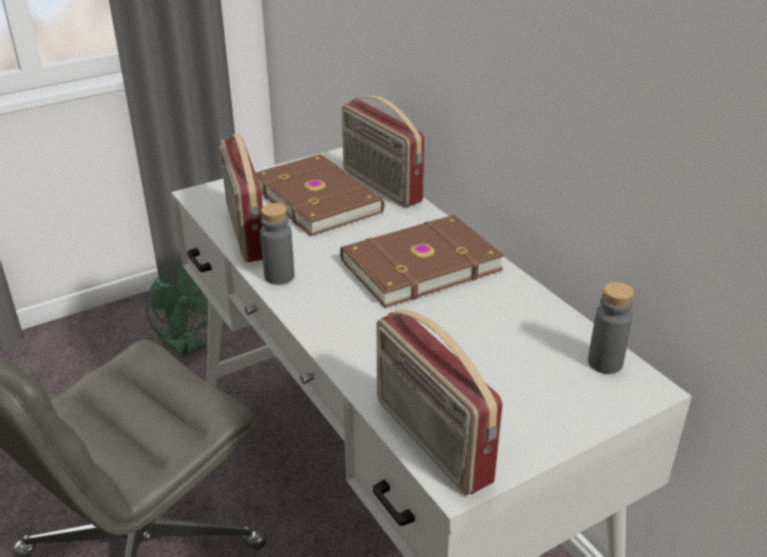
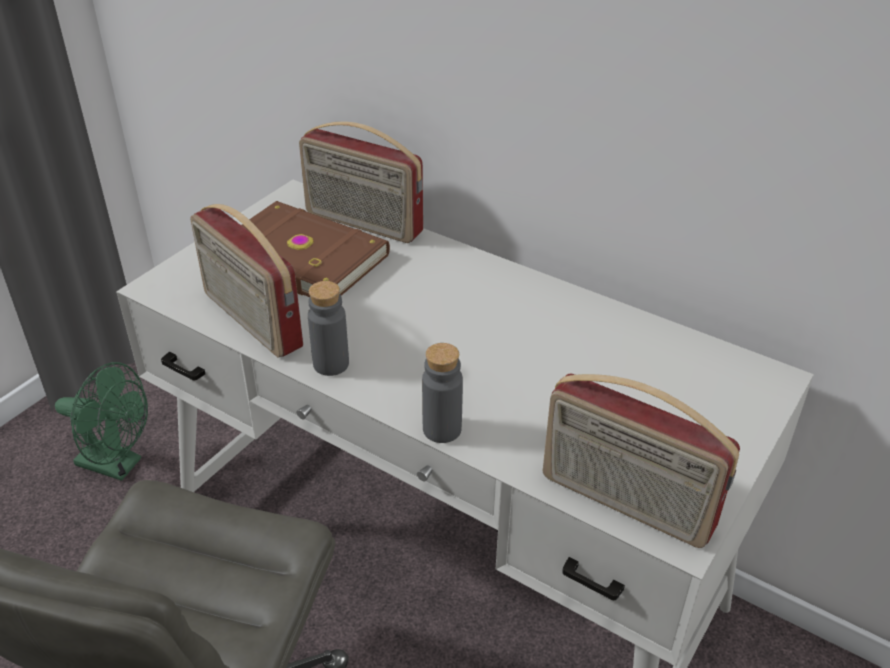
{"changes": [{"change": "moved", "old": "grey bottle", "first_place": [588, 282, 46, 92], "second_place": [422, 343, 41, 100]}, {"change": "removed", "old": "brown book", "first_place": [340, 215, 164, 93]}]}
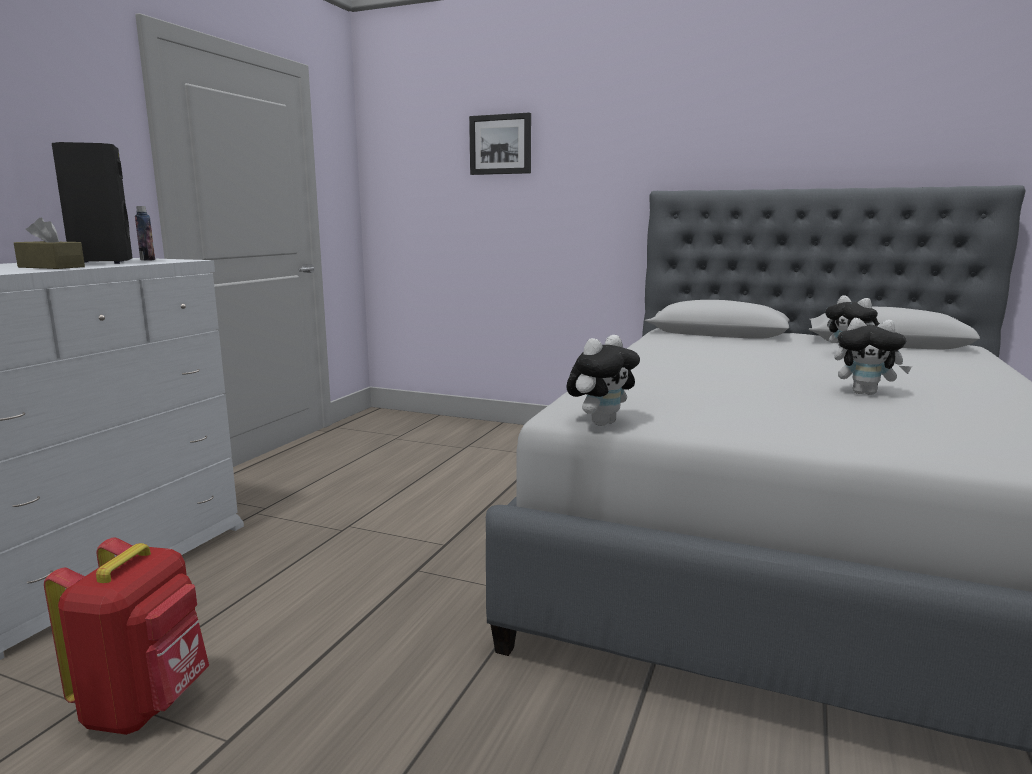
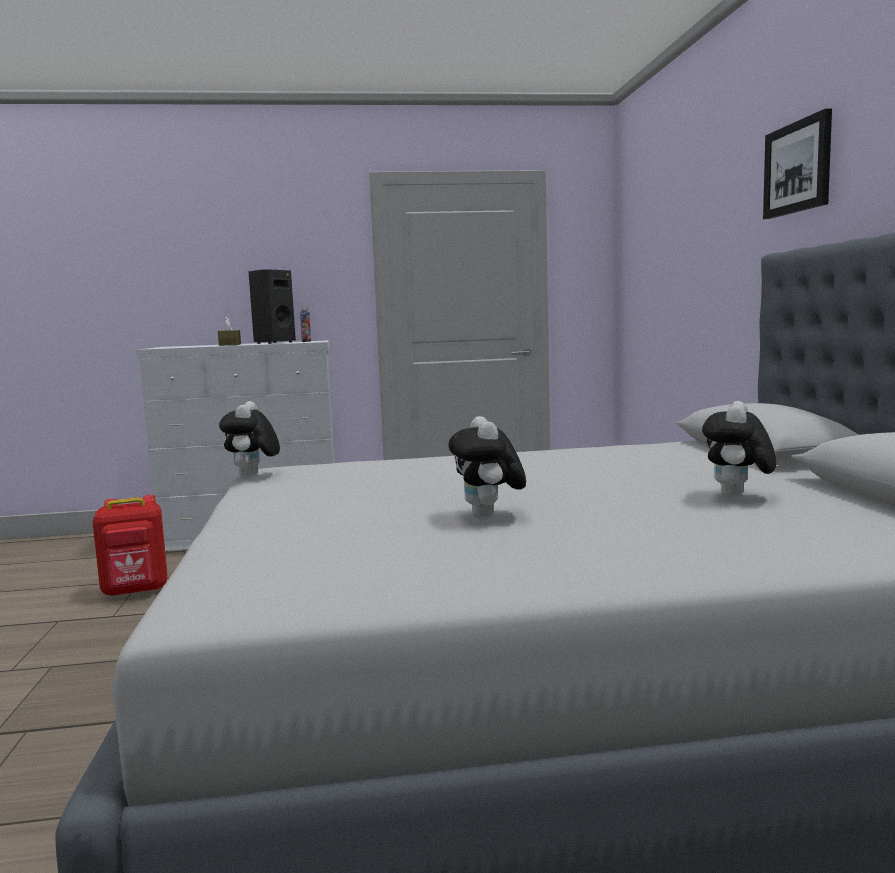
{"changes": [{"change": "turned", "old": "plush toy", "first_place": [567, 335, 73, 91], "second_place": [219, 401, 61, 77], "degrees": 75}, {"change": "moved", "old": "picture", "first_place": [469, 113, 62, 62], "second_place": [763, 109, 69, 110]}]}
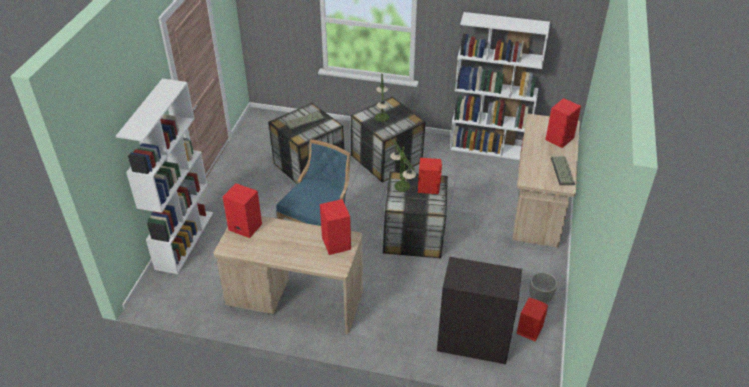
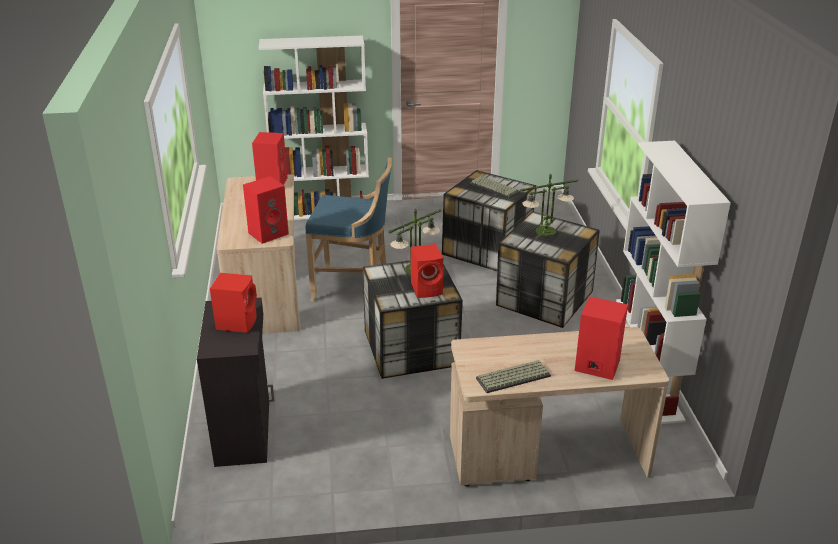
{"changes": [{"change": "moved", "old": "red speaker", "first_place": [517, 298, 31, 44], "second_place": [210, 273, 47, 60]}, {"change": "removed", "old": "grey planter", "first_place": [529, 272, 28, 31]}]}
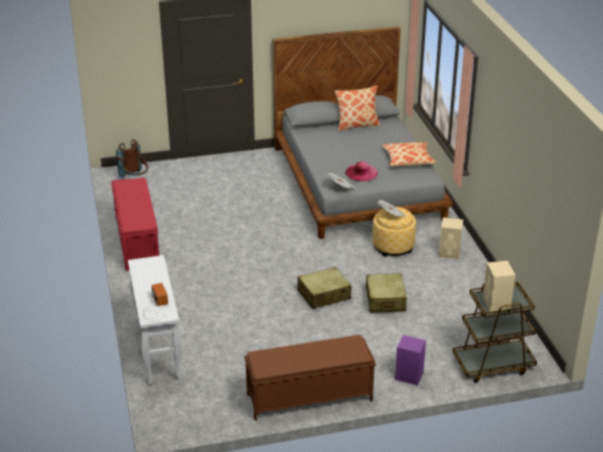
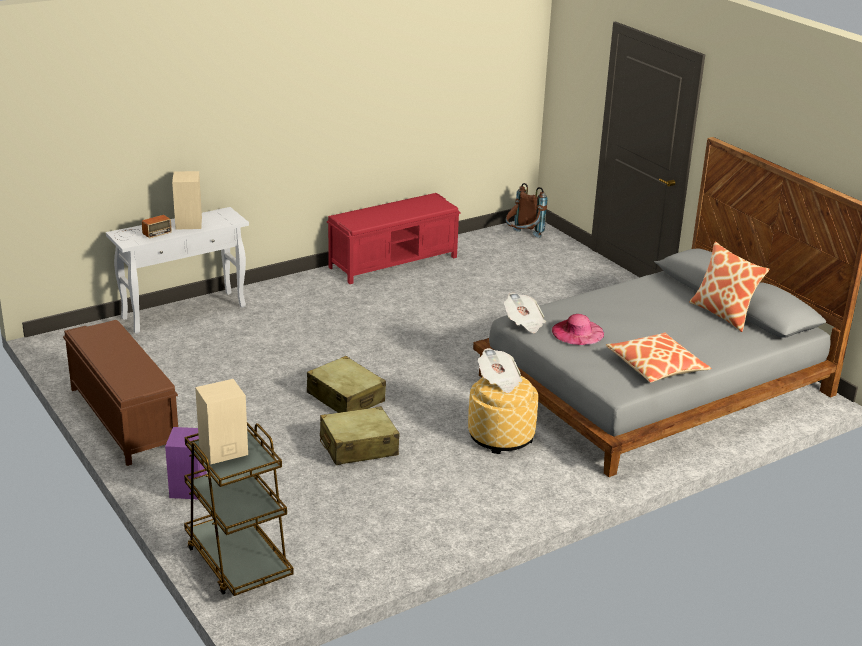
{"changes": [{"change": "moved", "old": "beige speaker", "first_place": [439, 218, 24, 41], "second_place": [172, 171, 30, 59]}]}
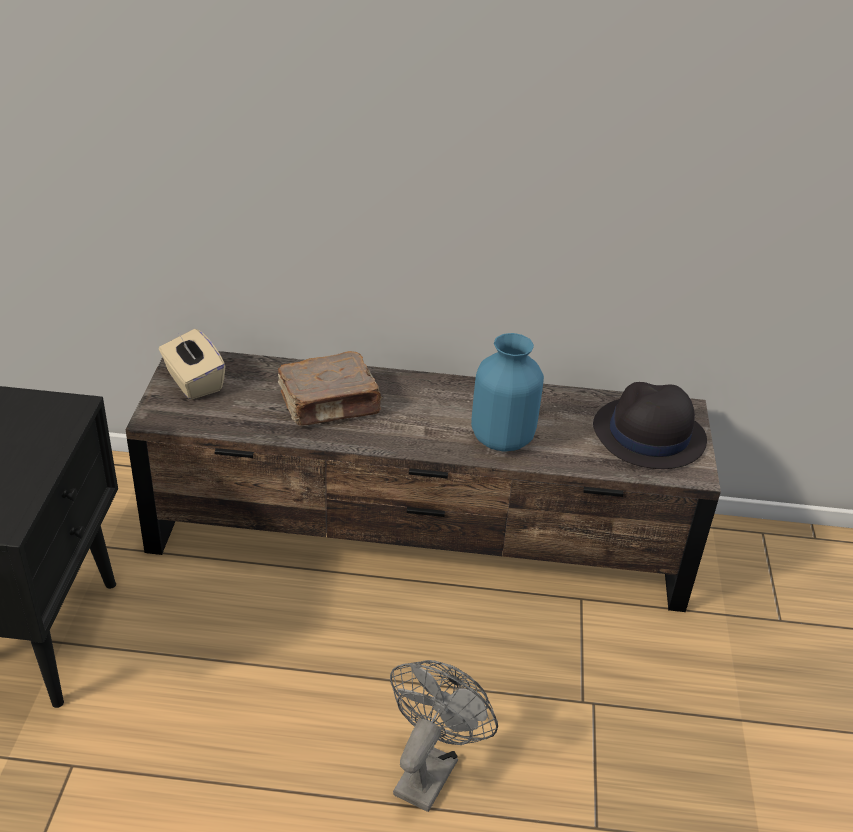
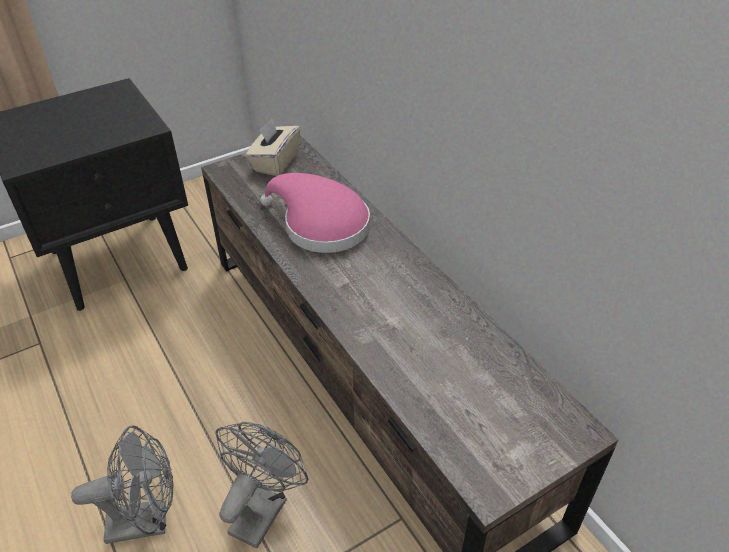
{"changes": [{"change": "added", "new": "grey fan", "second_place": [216, 422, 92, 126]}, {"change": "replaced", "old": "brown book", "new": "pink hat", "first_place": [278, 351, 105, 75], "second_place": [260, 173, 110, 80]}, {"change": "removed", "old": "blue vase", "first_place": [471, 333, 73, 119]}, {"change": "removed", "old": "black hat", "first_place": [593, 382, 114, 87]}]}
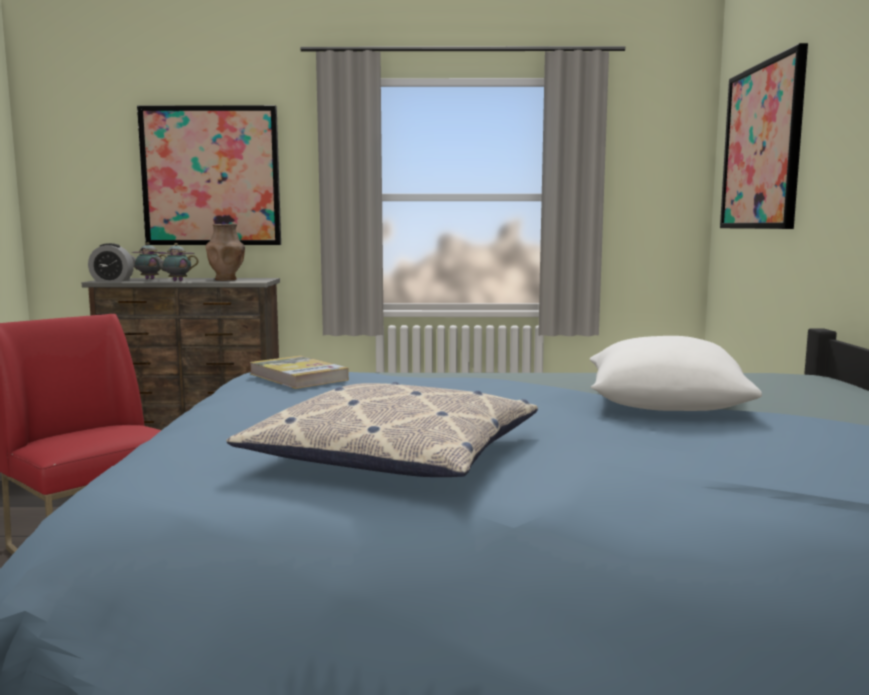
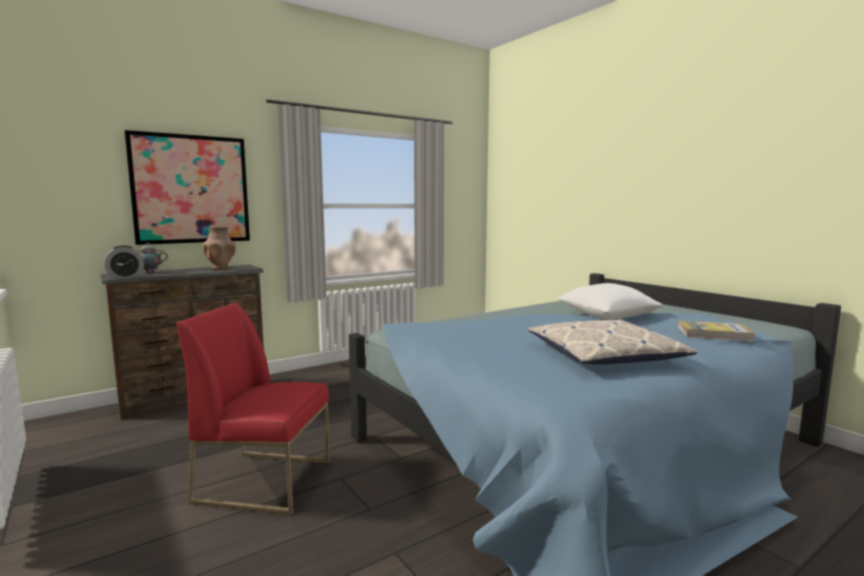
{"changes": [{"change": "moved", "old": "book", "first_place": [249, 356, 100, 33], "second_place": [678, 321, 77, 20]}, {"change": "removed", "old": "teapot", "first_place": [154, 243, 45, 38]}, {"change": "removed", "old": "picture", "first_place": [720, 43, 88, 186]}]}
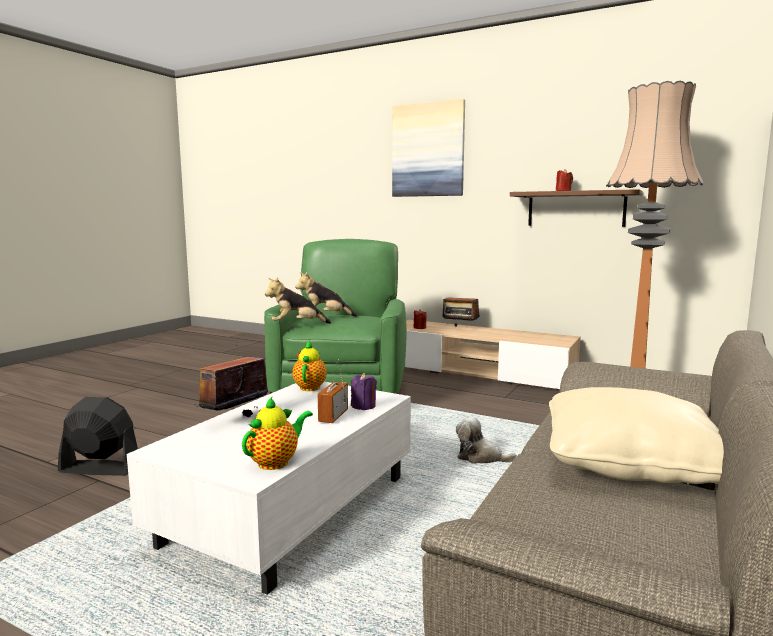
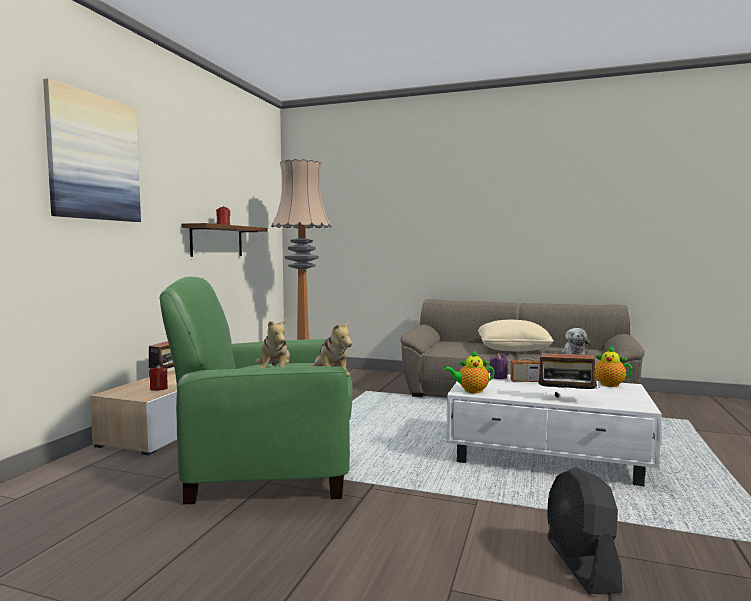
{"changes": [{"change": "moved", "old": "plush toy", "first_place": [456, 416, 61, 48], "second_place": [562, 328, 28, 27]}]}
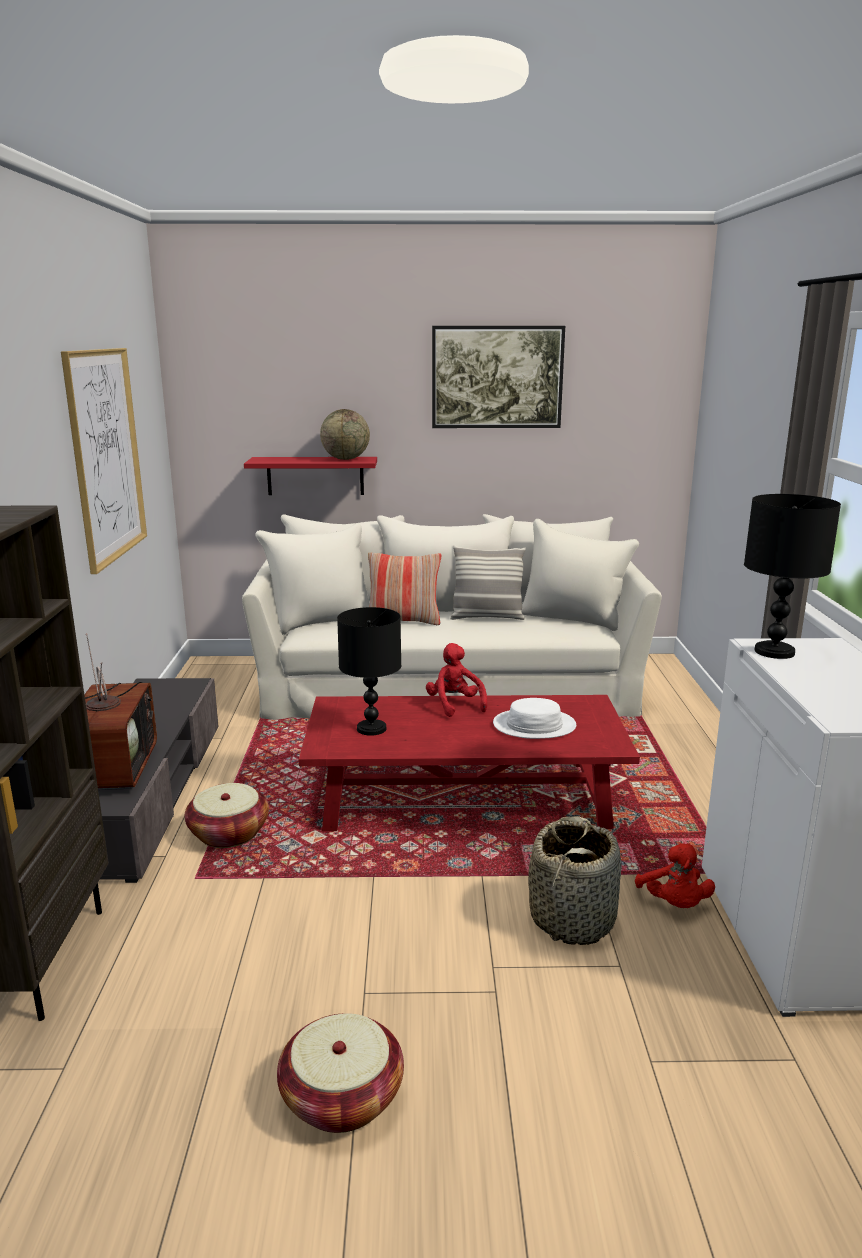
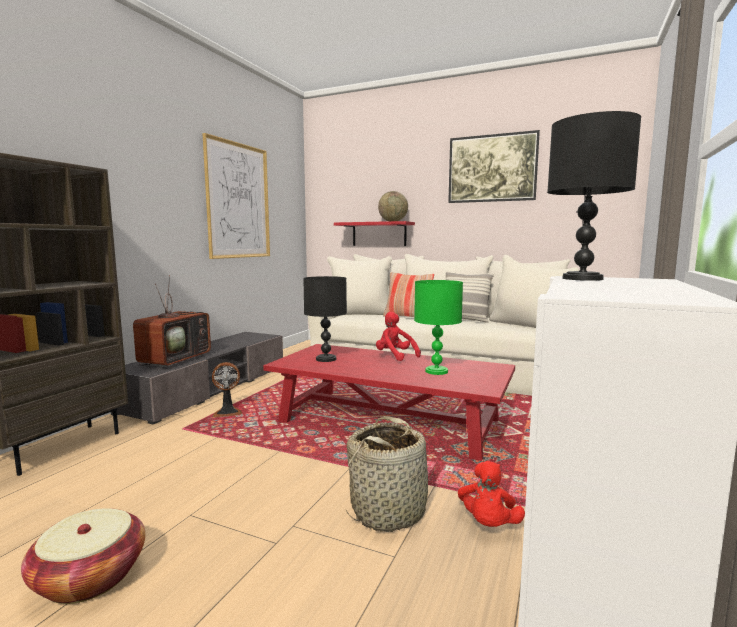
{"changes": [{"change": "replaced", "old": "basket", "new": "fan", "first_place": [185, 783, 84, 65], "second_place": [212, 362, 30, 55]}, {"change": "turned", "old": "red plush toy", "first_place": [426, 643, 61, 74], "second_place": [376, 312, 45, 49], "degrees": -45}, {"change": "replaced", "old": "white hat", "new": "green table lamp", "first_place": [493, 698, 83, 41], "second_place": [414, 280, 49, 95]}]}
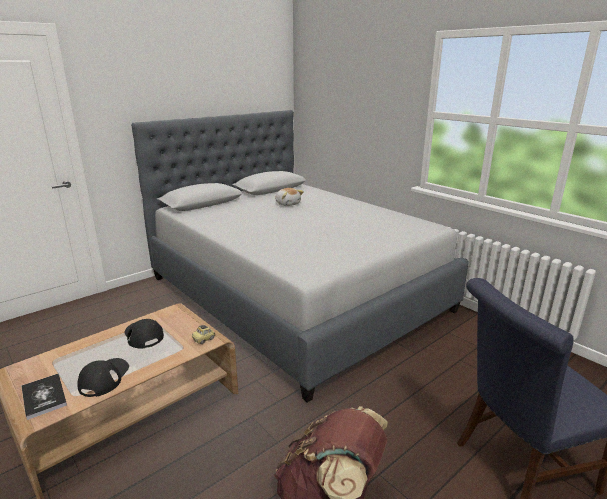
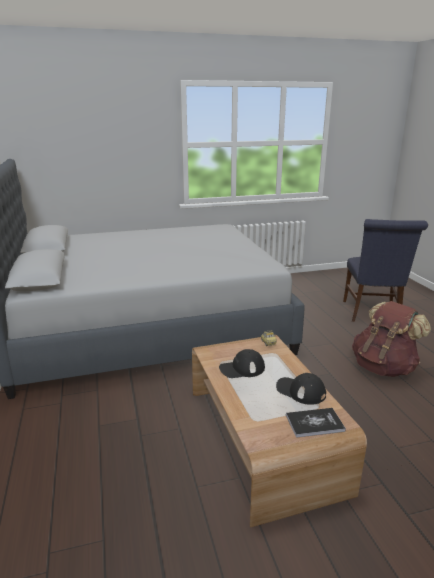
{"changes": [{"change": "removed", "old": "plush toy", "first_place": [275, 188, 29, 18]}]}
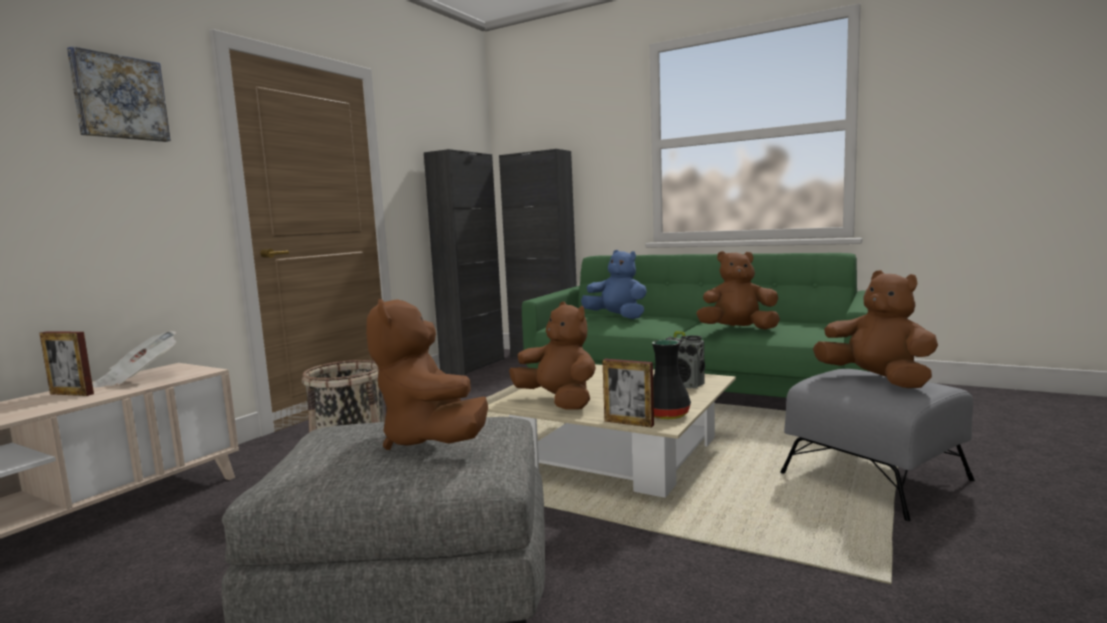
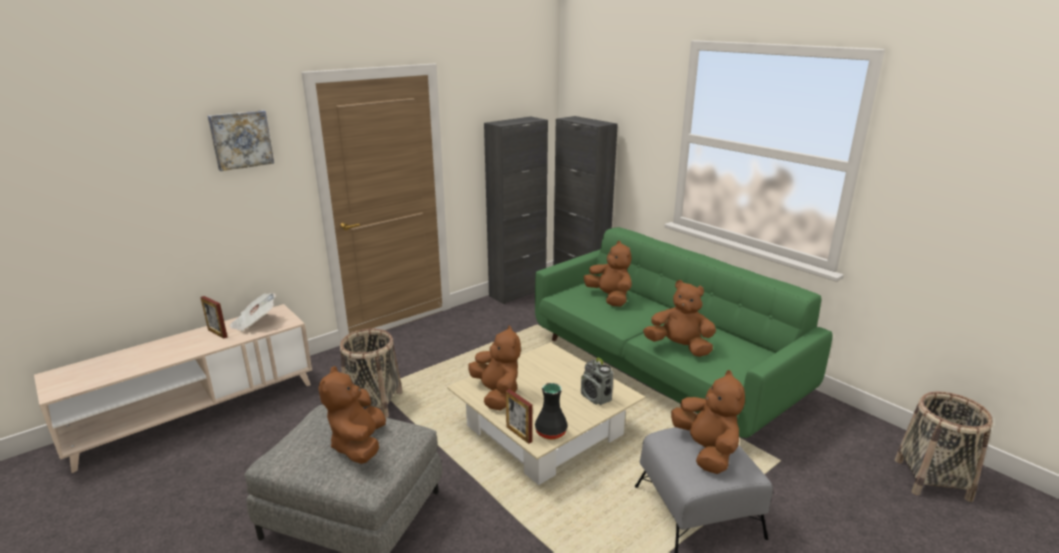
{"changes": [{"change": "recoloured", "old": "blue plush toy", "new": "brown plush toy", "first_place": [581, 250, 66, 69], "second_place": [584, 241, 48, 66]}, {"change": "added", "new": "basket", "second_place": [895, 392, 98, 110]}]}
